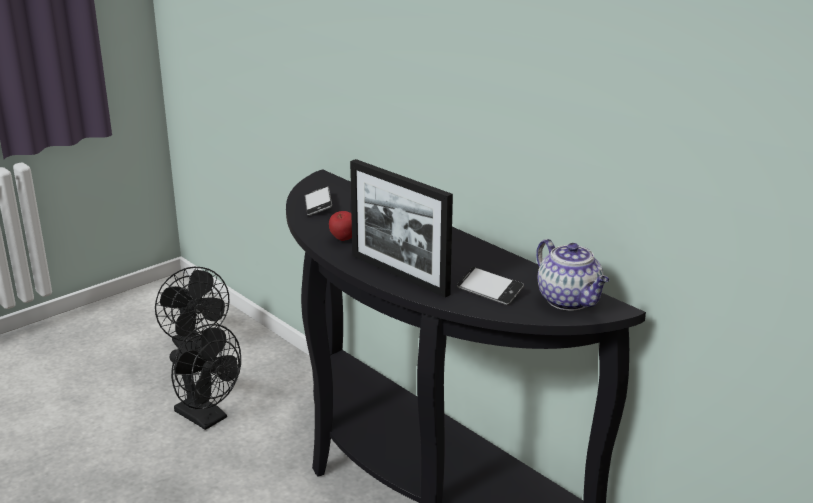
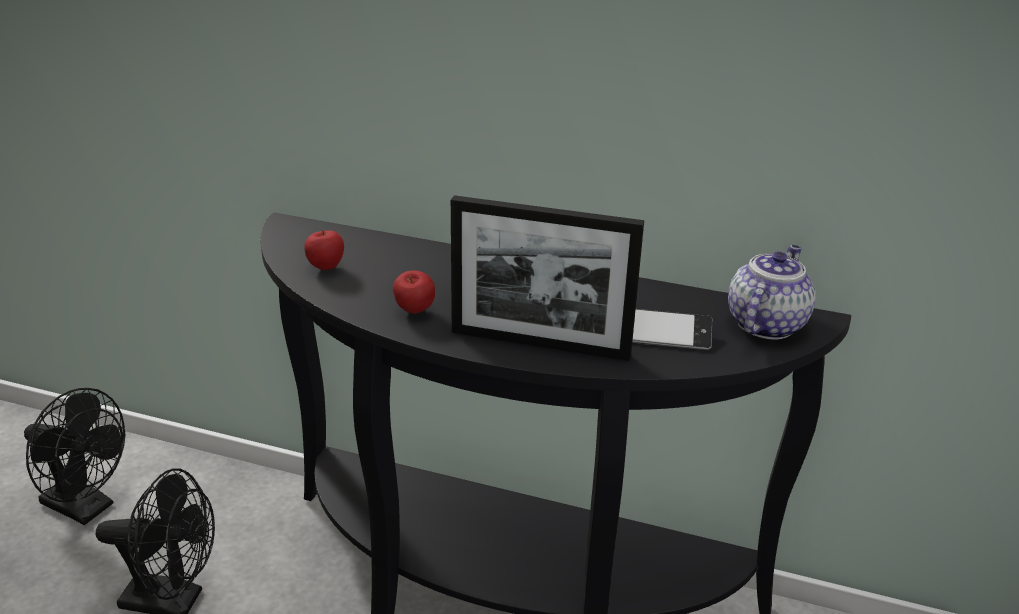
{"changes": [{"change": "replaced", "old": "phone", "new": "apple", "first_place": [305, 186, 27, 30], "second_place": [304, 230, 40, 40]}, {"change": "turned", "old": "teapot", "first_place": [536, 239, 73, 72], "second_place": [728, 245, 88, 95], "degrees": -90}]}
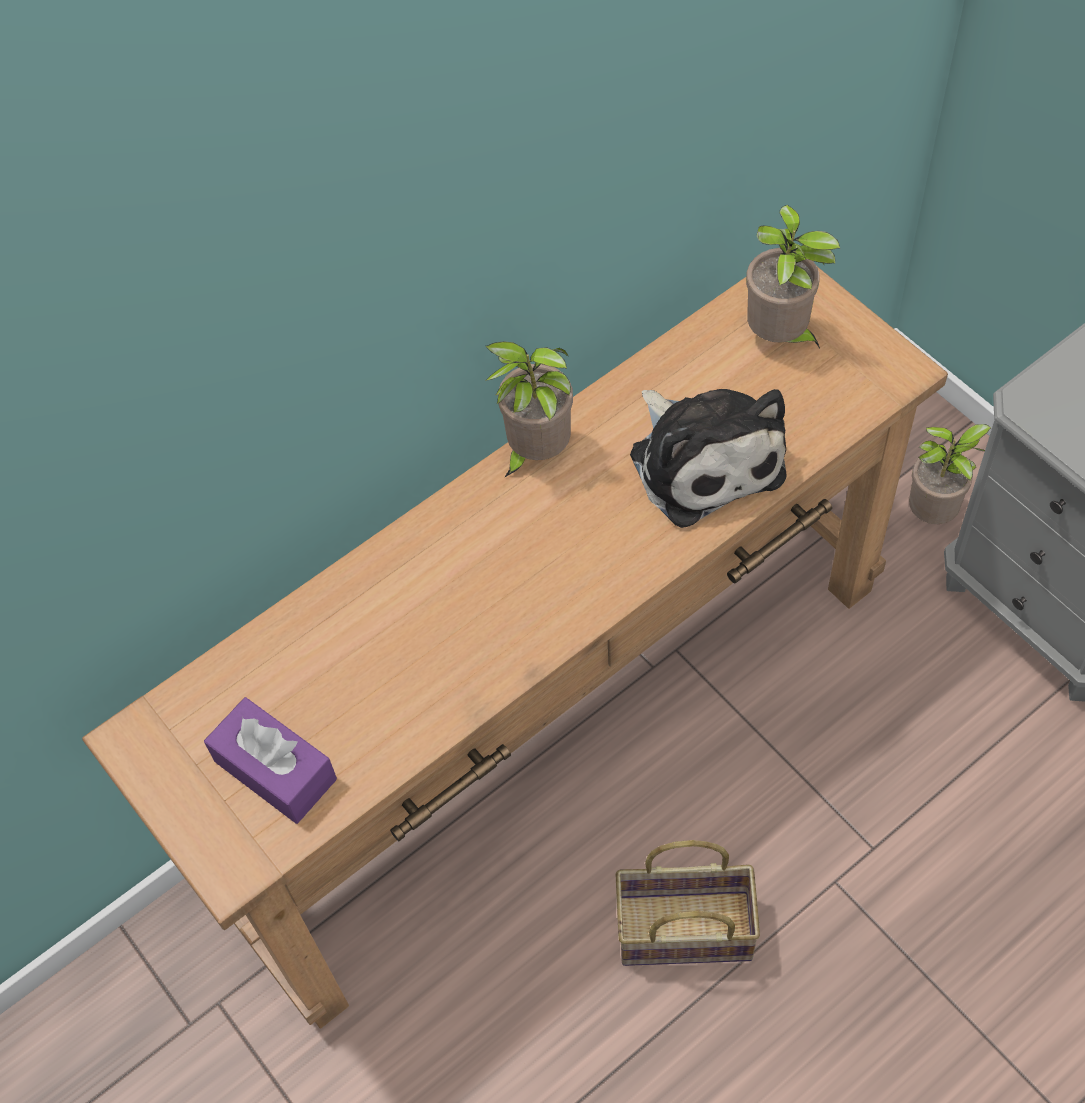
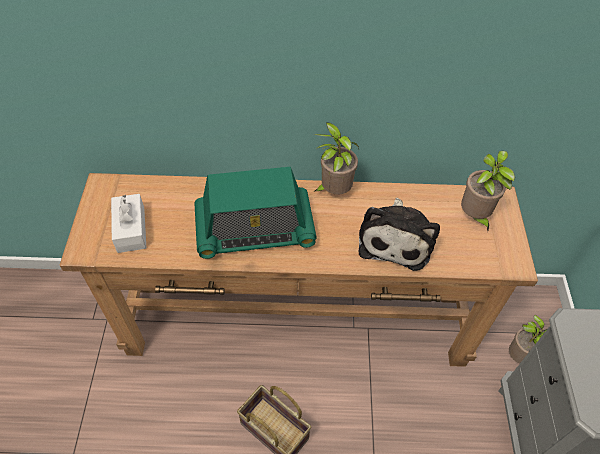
{"changes": [{"change": "recoloured", "old": "purple tissue box", "new": "white tissue box", "first_place": [204, 697, 133, 127], "second_place": [111, 194, 35, 59]}, {"change": "added", "new": "radio", "second_place": [194, 167, 123, 92]}]}
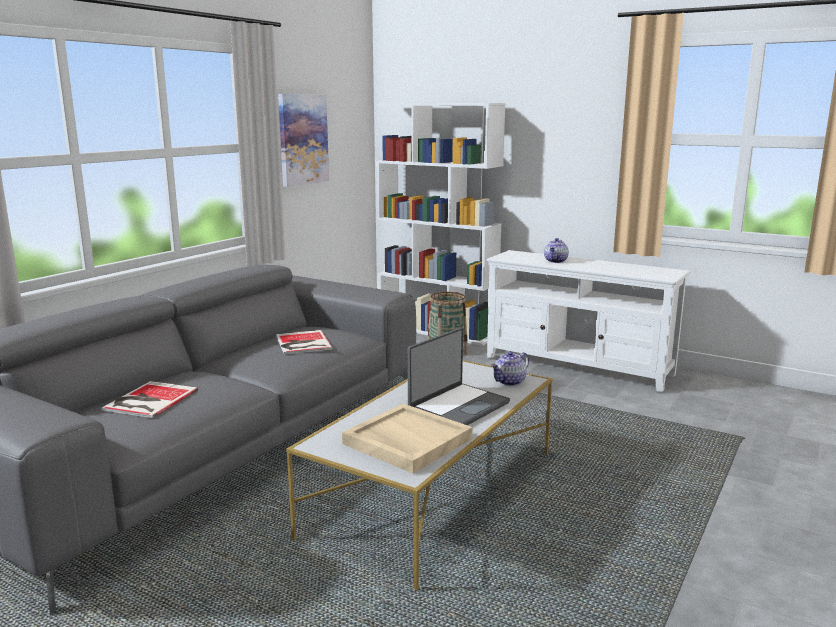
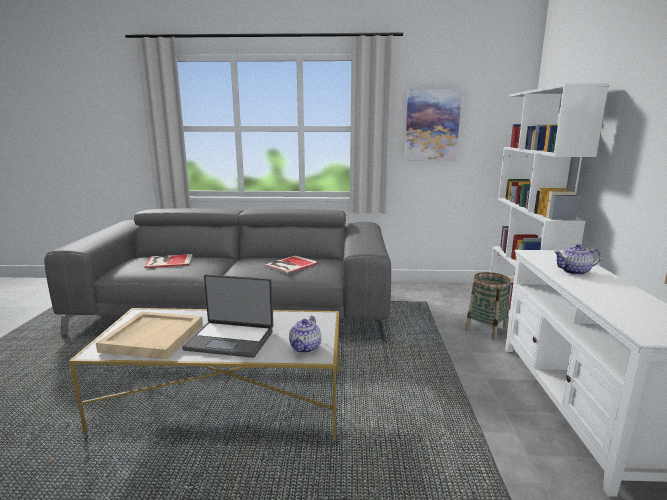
{"changes": [{"change": "turned", "old": "teapot", "first_place": [491, 351, 38, 35], "second_place": [289, 316, 32, 37], "degrees": -90}]}
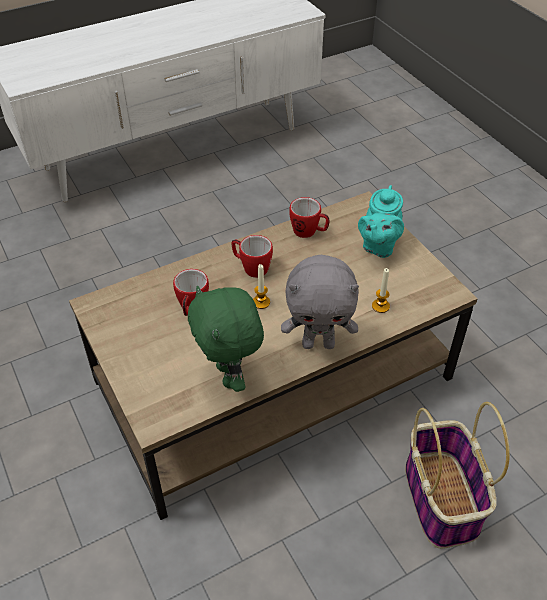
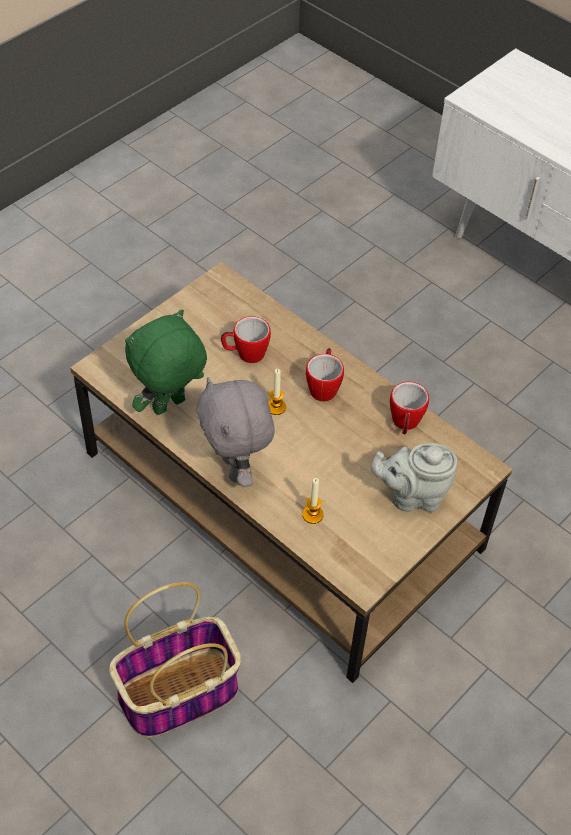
{"changes": [{"change": "recoloured", "old": "turquoise teapot", "new": "grey teapot", "first_place": [358, 185, 46, 73], "second_place": [371, 443, 86, 69]}]}
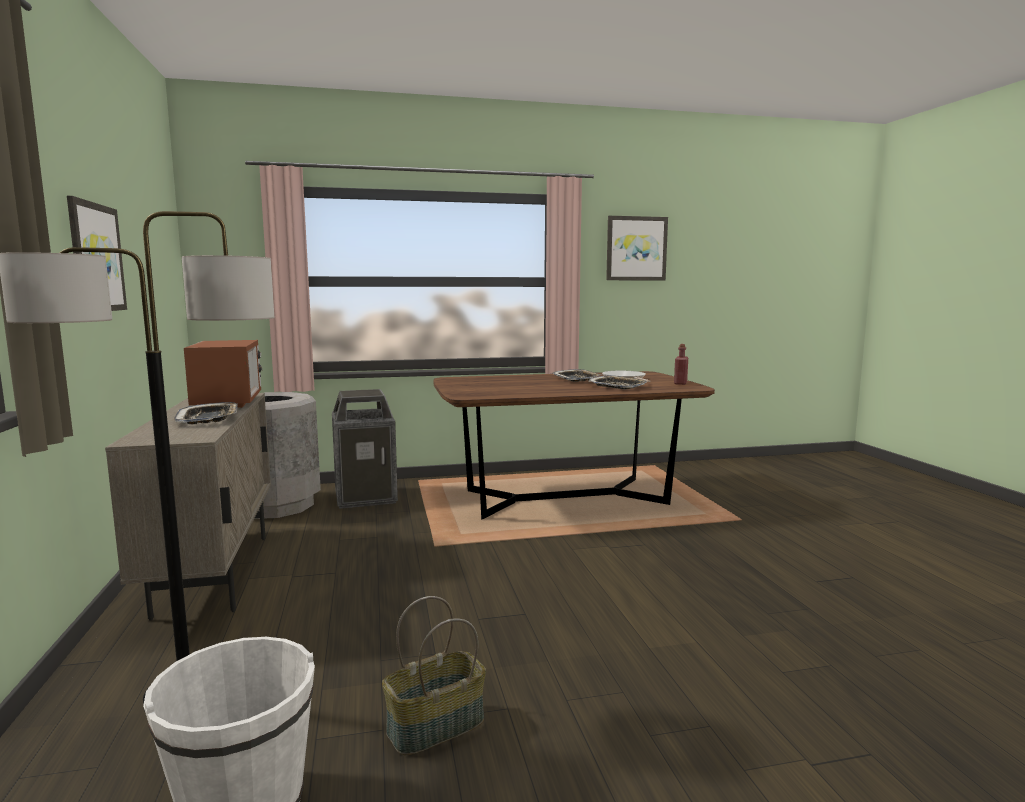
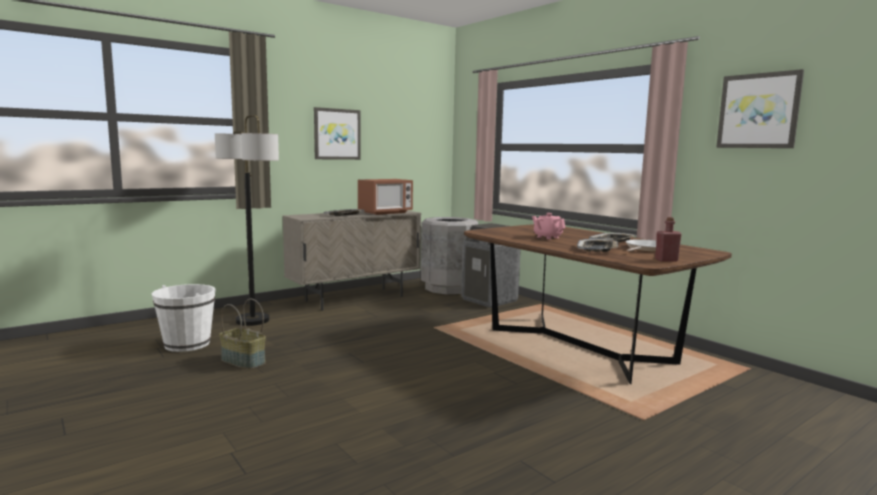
{"changes": [{"change": "added", "new": "pink teapot", "second_place": [532, 213, 33, 26]}]}
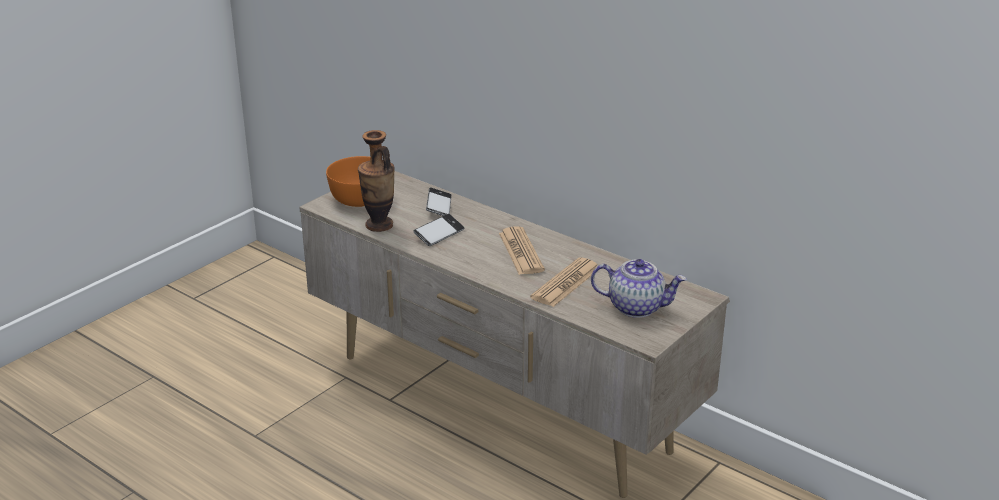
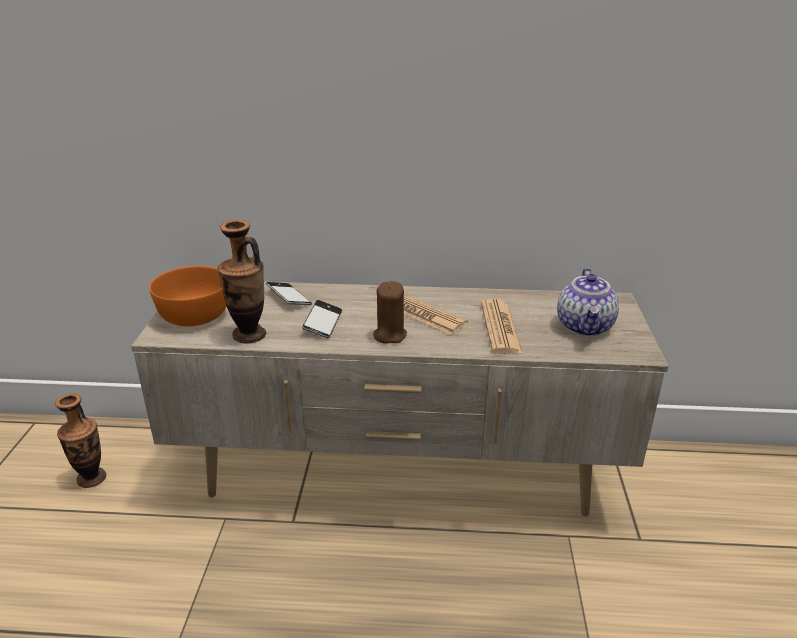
{"changes": [{"change": "added", "new": "vase", "second_place": [55, 393, 51, 95]}, {"change": "added", "new": "brown candle", "second_place": [373, 281, 34, 63]}, {"change": "turned", "old": "teapot", "first_place": [591, 259, 96, 59], "second_place": [557, 268, 62, 68], "degrees": 120}]}
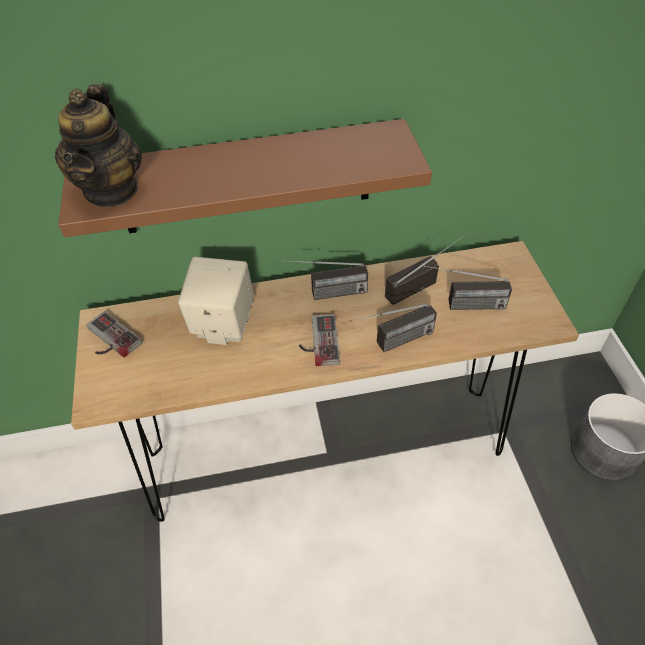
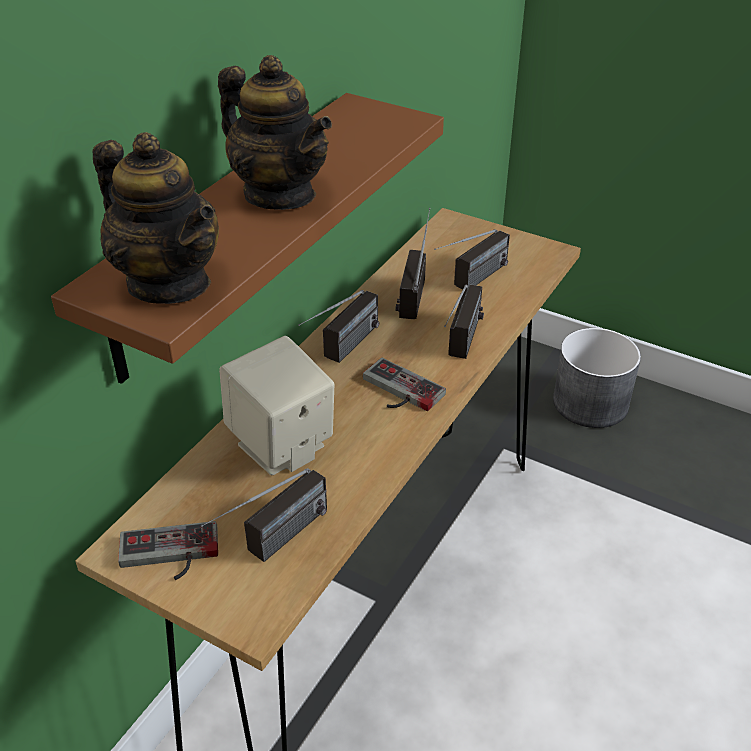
{"changes": [{"change": "added", "new": "radio", "second_place": [201, 468, 126, 94]}, {"change": "added", "new": "teapot", "second_place": [218, 55, 114, 155]}]}
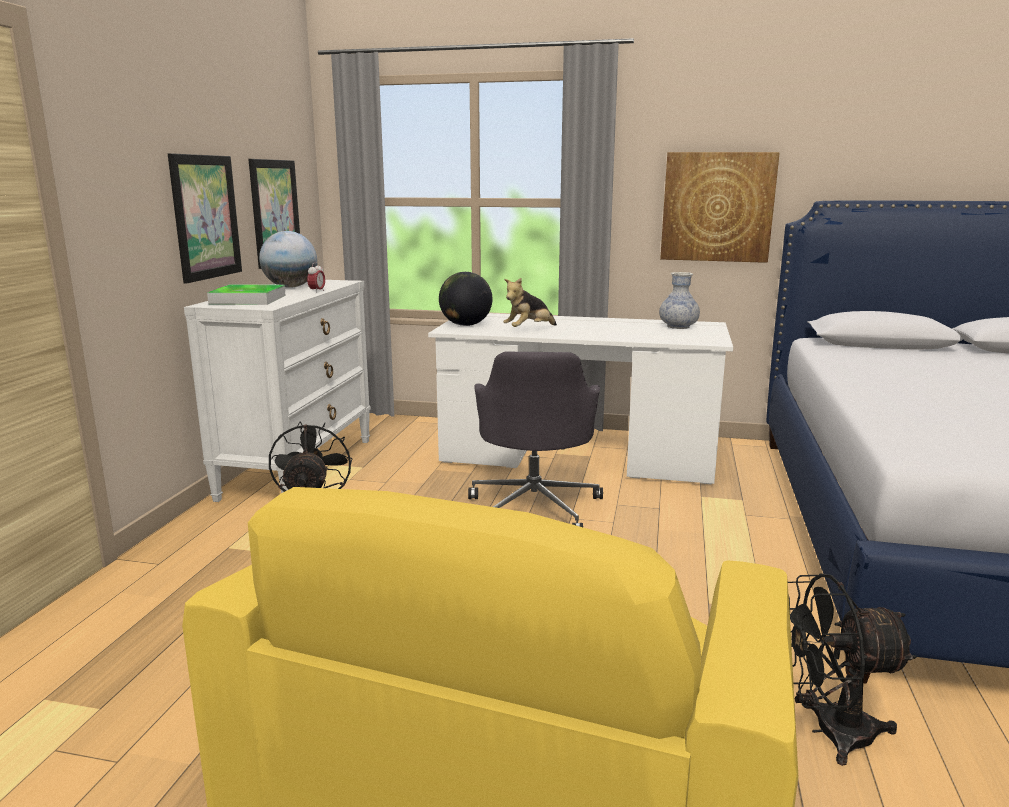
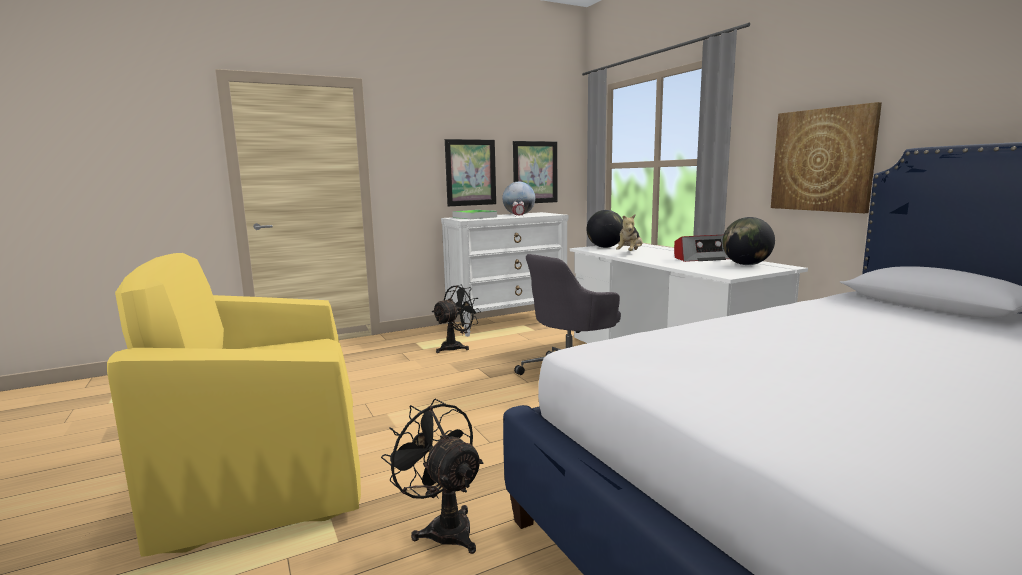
{"changes": [{"change": "turned", "old": "plush toy", "first_place": [503, 278, 54, 49], "second_place": [616, 214, 27, 37], "degrees": -75}, {"change": "added", "new": "radio", "second_place": [674, 235, 56, 27]}, {"change": "replaced", "old": "vase", "new": "globe", "first_place": [659, 272, 41, 57], "second_place": [722, 217, 53, 48]}]}
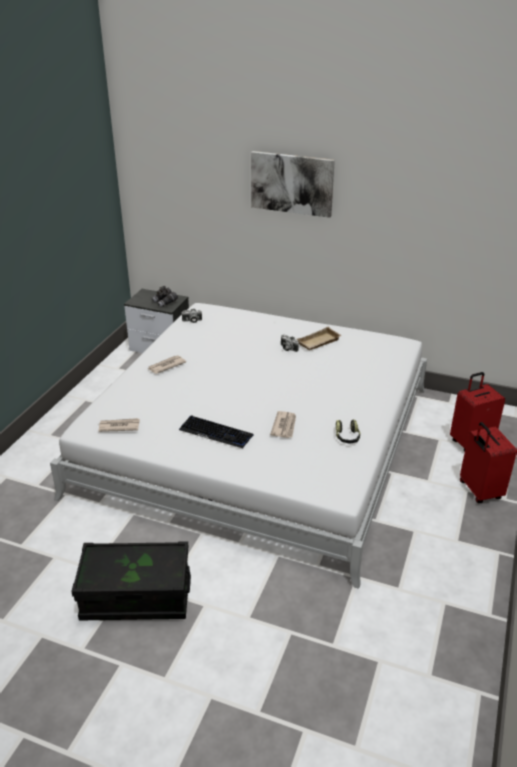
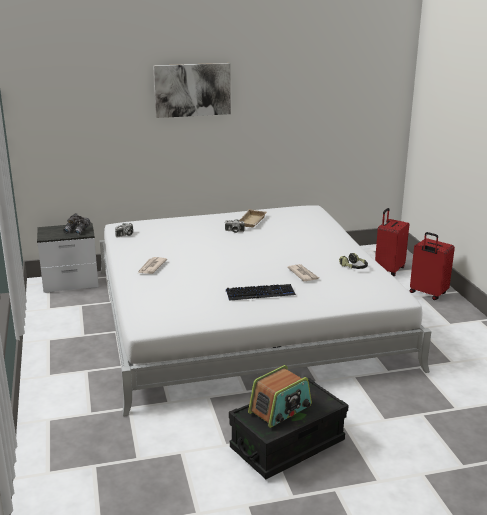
{"changes": [{"change": "added", "new": "radio", "second_place": [248, 365, 64, 63]}, {"change": "removed", "old": "newspaper", "first_place": [98, 418, 42, 14]}]}
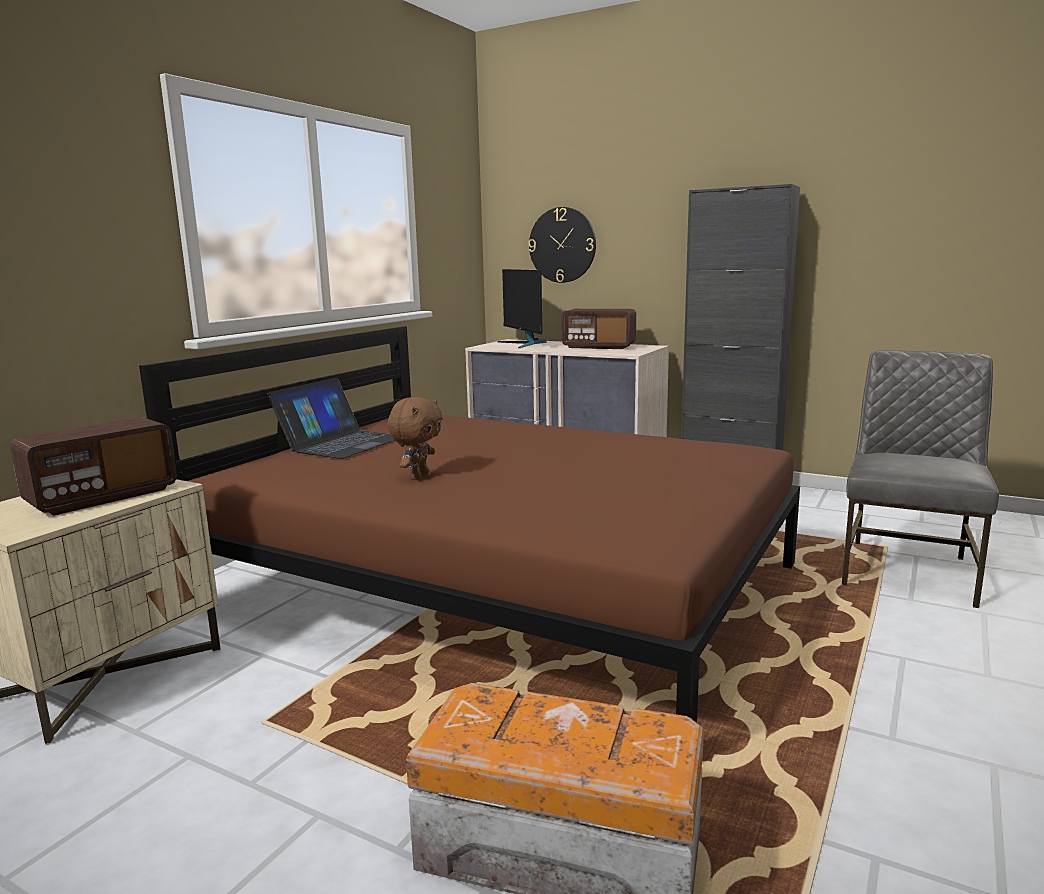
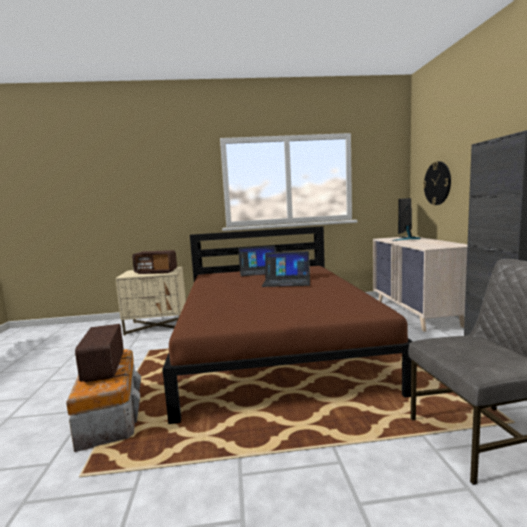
{"changes": [{"change": "moved", "old": "radio", "first_place": [562, 309, 74, 40], "second_place": [75, 324, 49, 58]}, {"change": "added", "new": "laptop", "second_place": [262, 251, 48, 36]}, {"change": "removed", "old": "brown plush toy", "first_place": [387, 397, 55, 83]}]}
